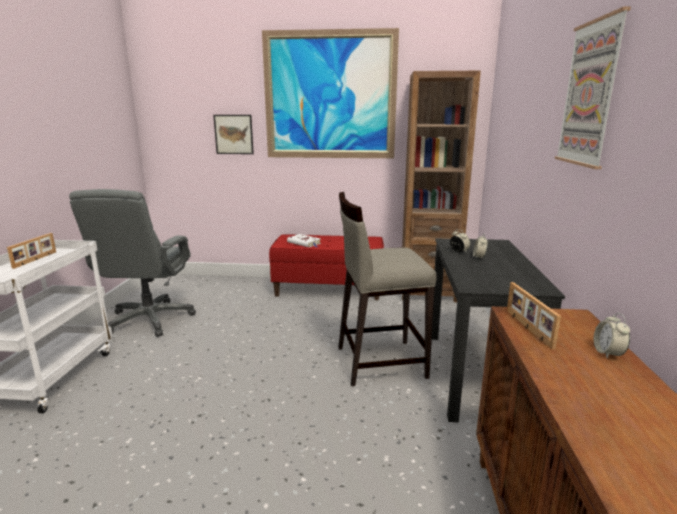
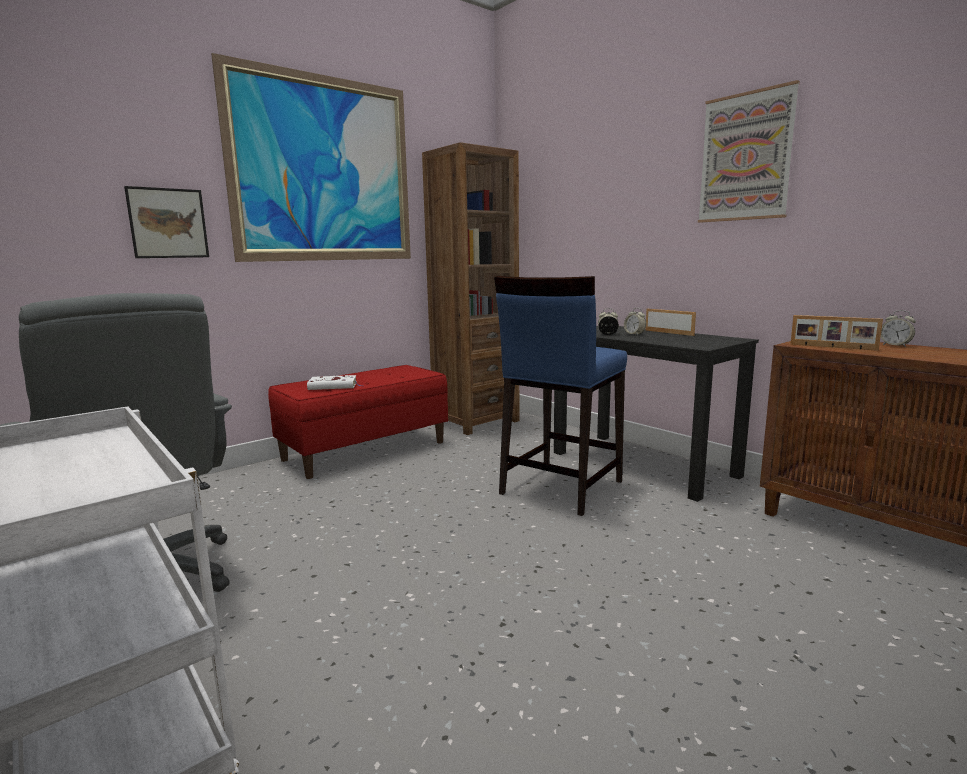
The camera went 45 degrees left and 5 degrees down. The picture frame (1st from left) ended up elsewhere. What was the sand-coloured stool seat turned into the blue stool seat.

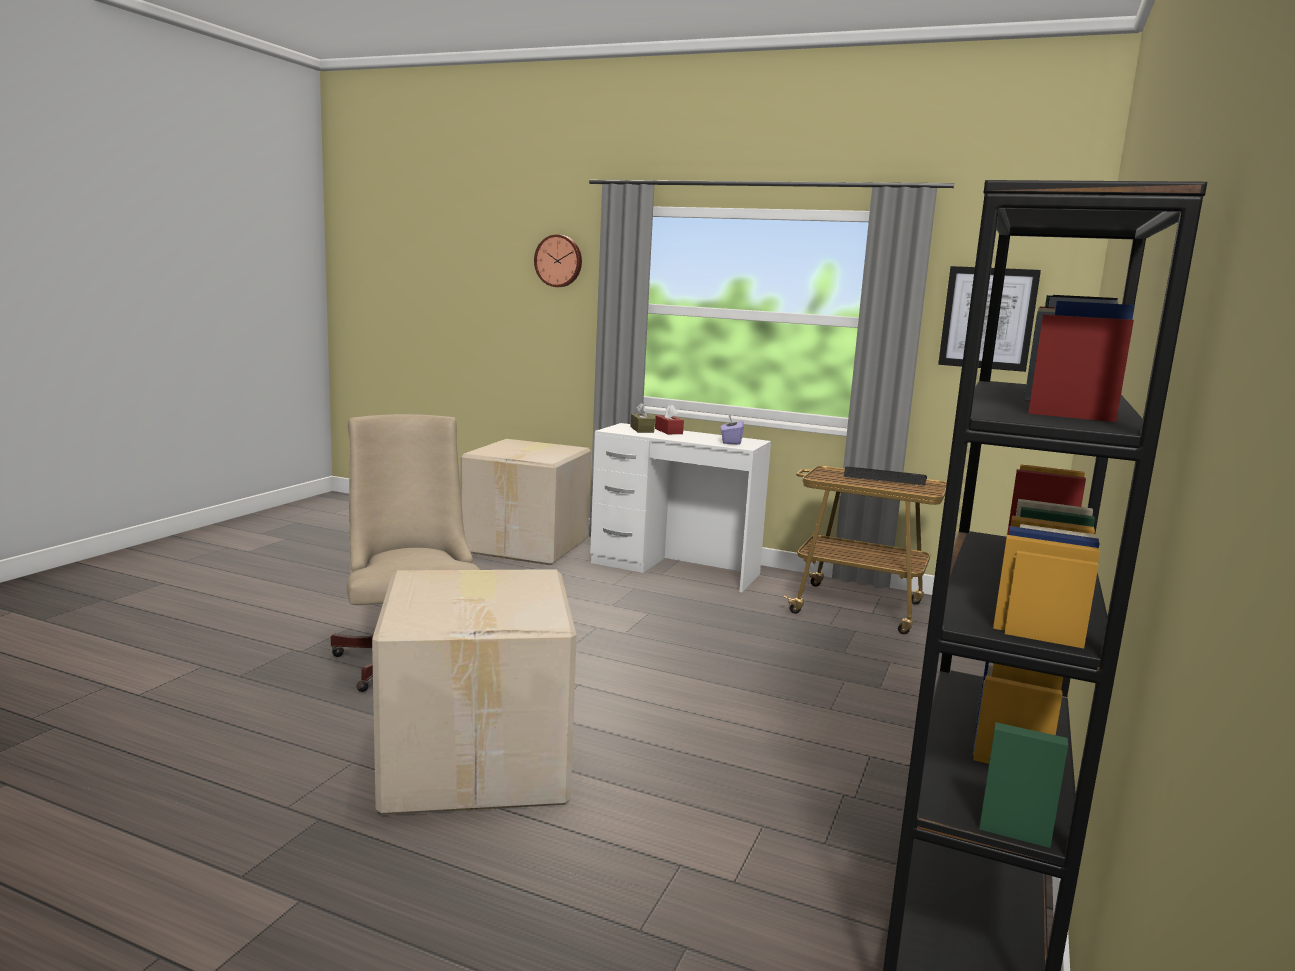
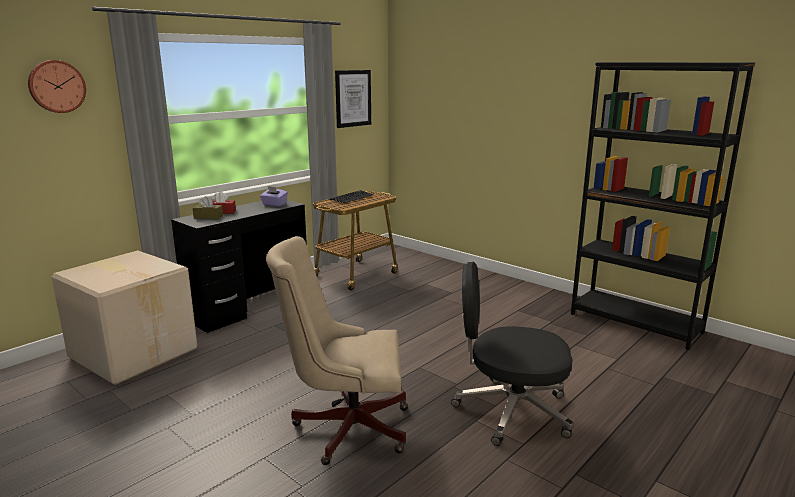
The camera went 70 degrees left and 5 degrees up. Where the carton (1st from left) stood, the black-coloured office chair came to stand. What was the white-coloured desk unit turned into the black-coloured desk unit.

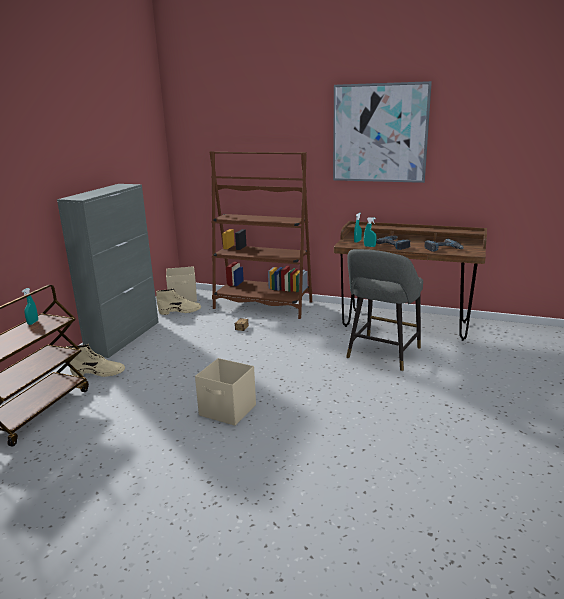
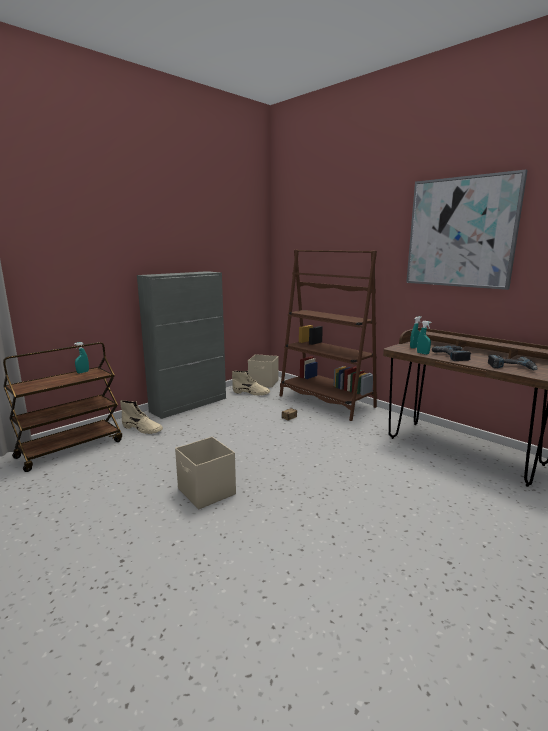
The camera went 25 degrees right and 5 degrees down. The second view lost the grey stool seat.

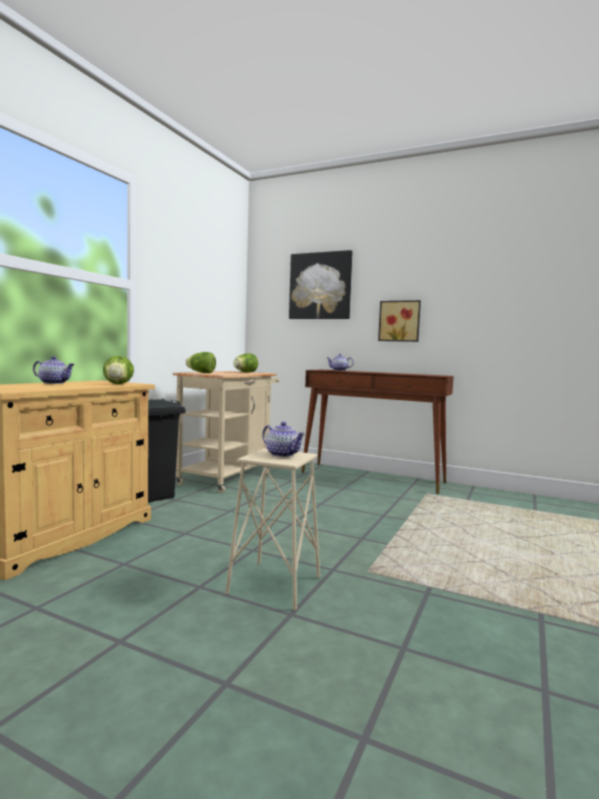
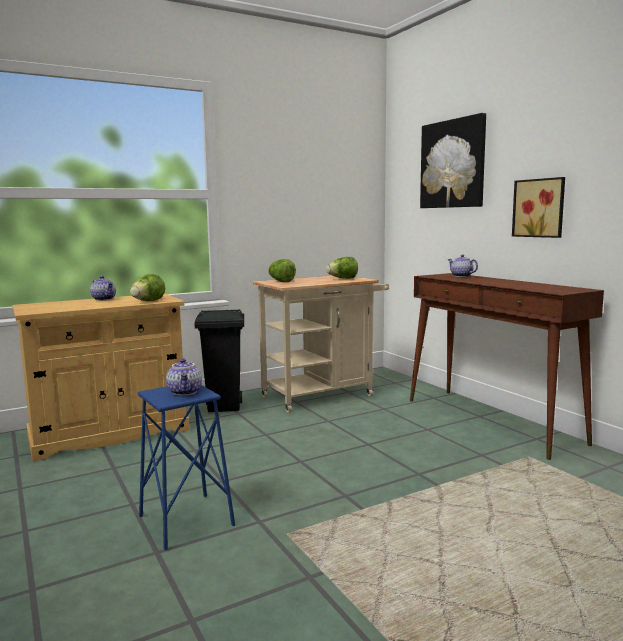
The camera went 35 degrees right and 5 degrees up. What was the sand-coloured stool seat turned into the blue stool seat.

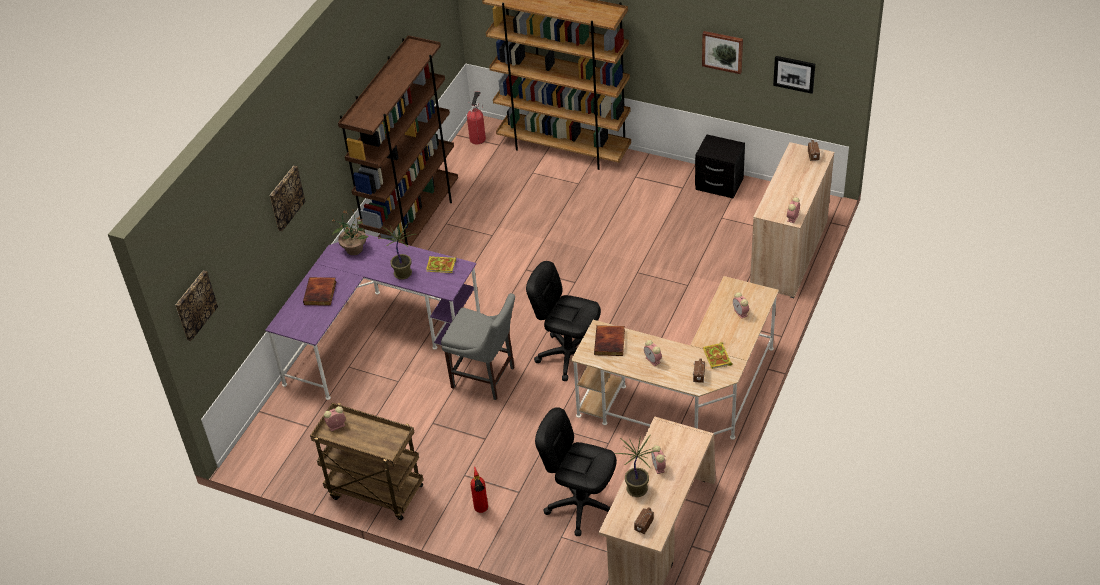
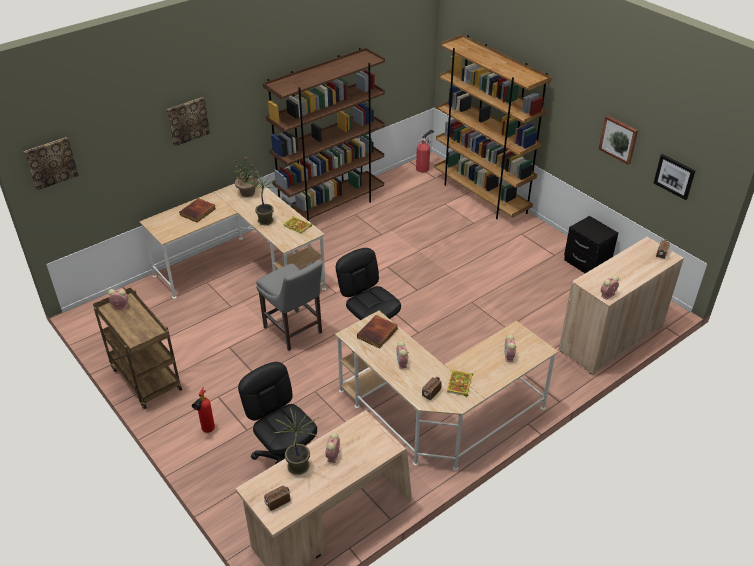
The camera went 25 degrees right and 5 degrees down. What was the purplish desk unit turned into the sand-coloured desk unit (1st from left).

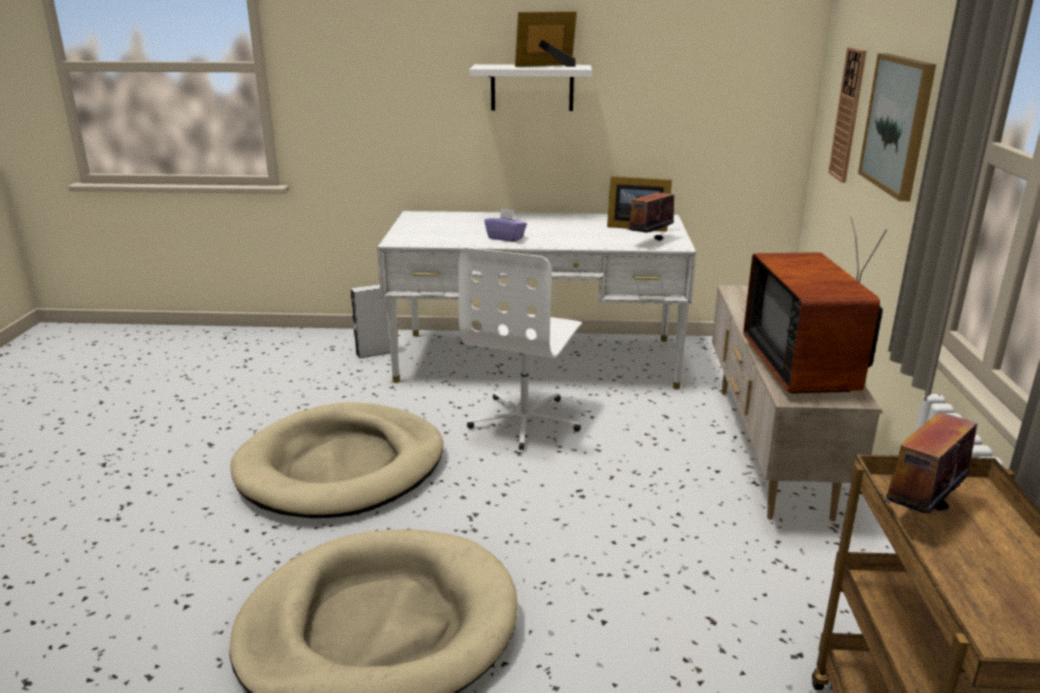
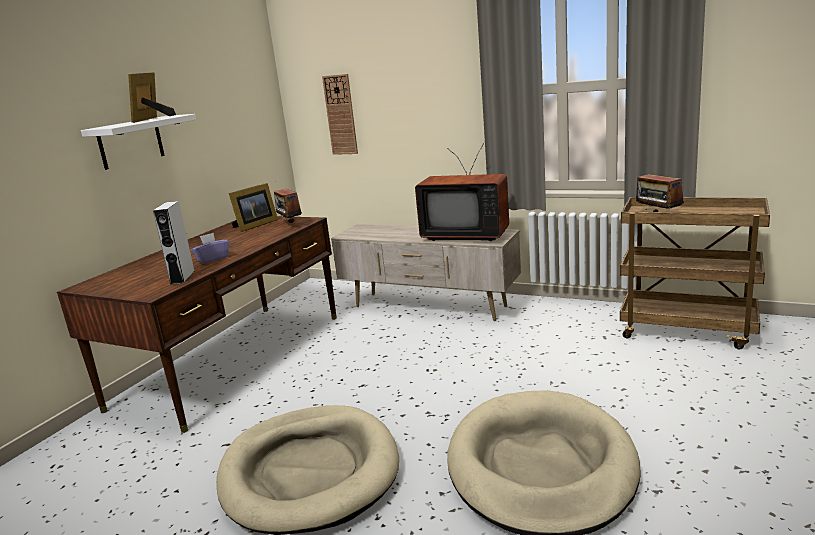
The camera went 65 degrees left and 5 degrees down. The grey loudspeaker ended up elsewhere. What was the white-coloured desk unit turned into the brown desk unit. The second view lost the white-coloured office chair. The second view lost the picture.

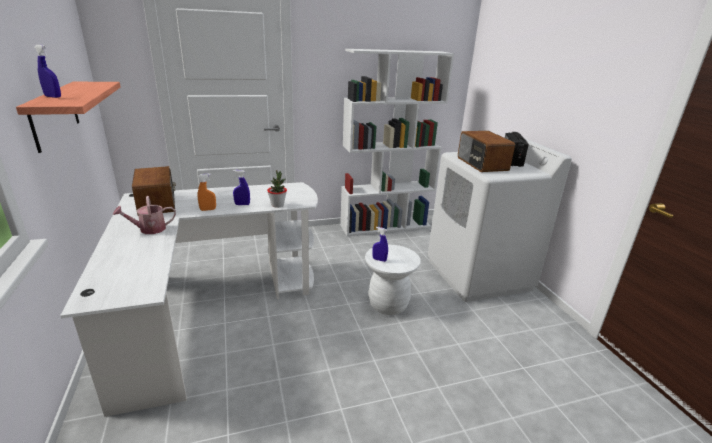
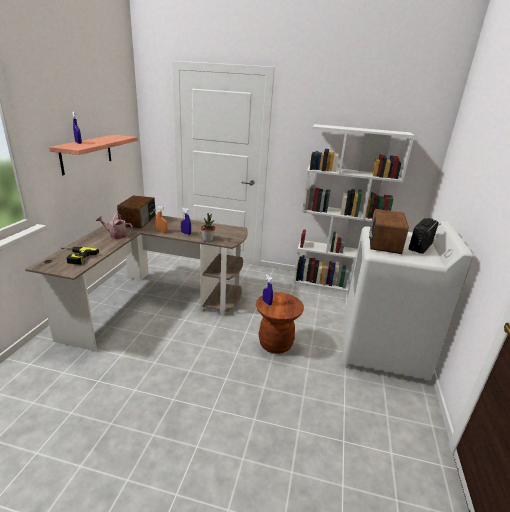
The camera went 30 degrees right and 0 degrees up. What was the white-coloured desk unit turned into the brown desk unit. What was the white-coloured stool seat turned into the brown stool seat. The second view gained the electric drill.

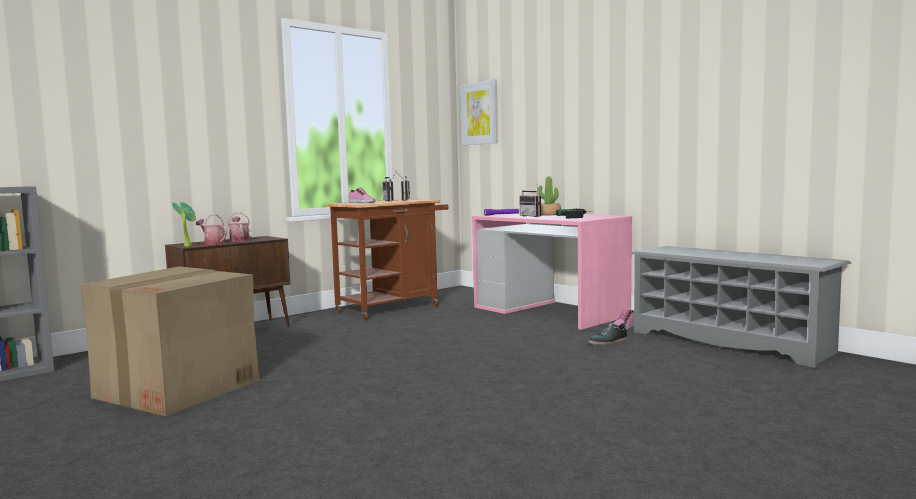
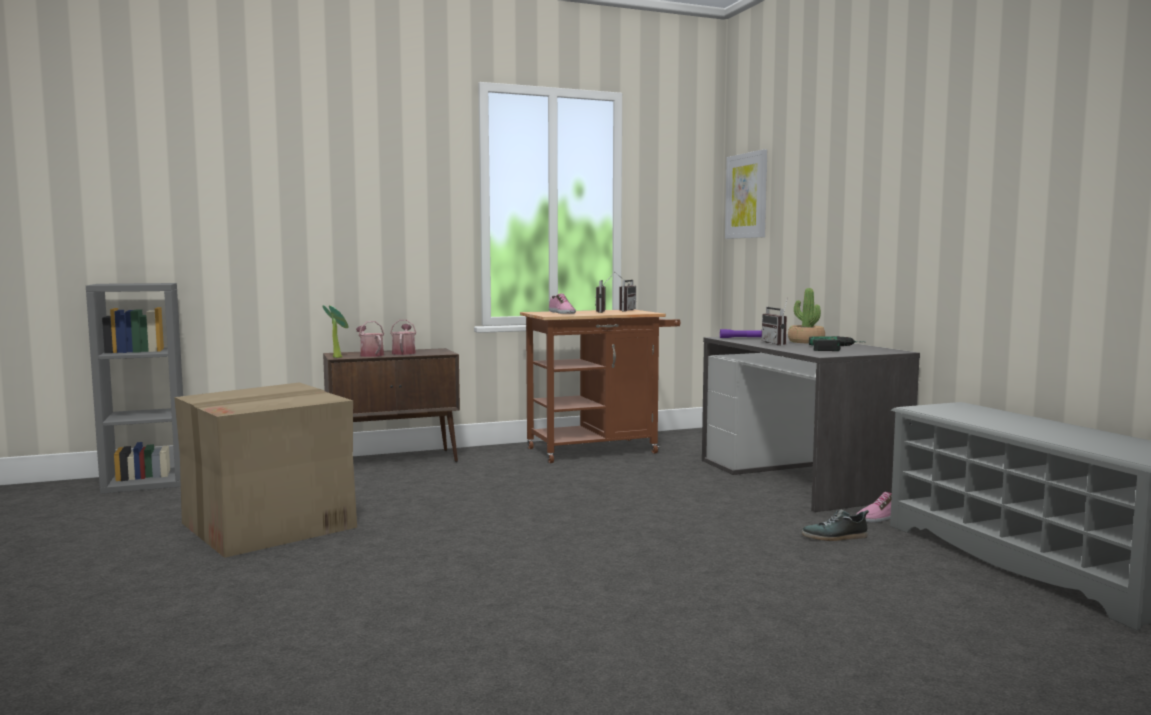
The camera went 20 degrees right and 0 degrees up. What was the pink-coloured desk unit turned into the grey desk unit.

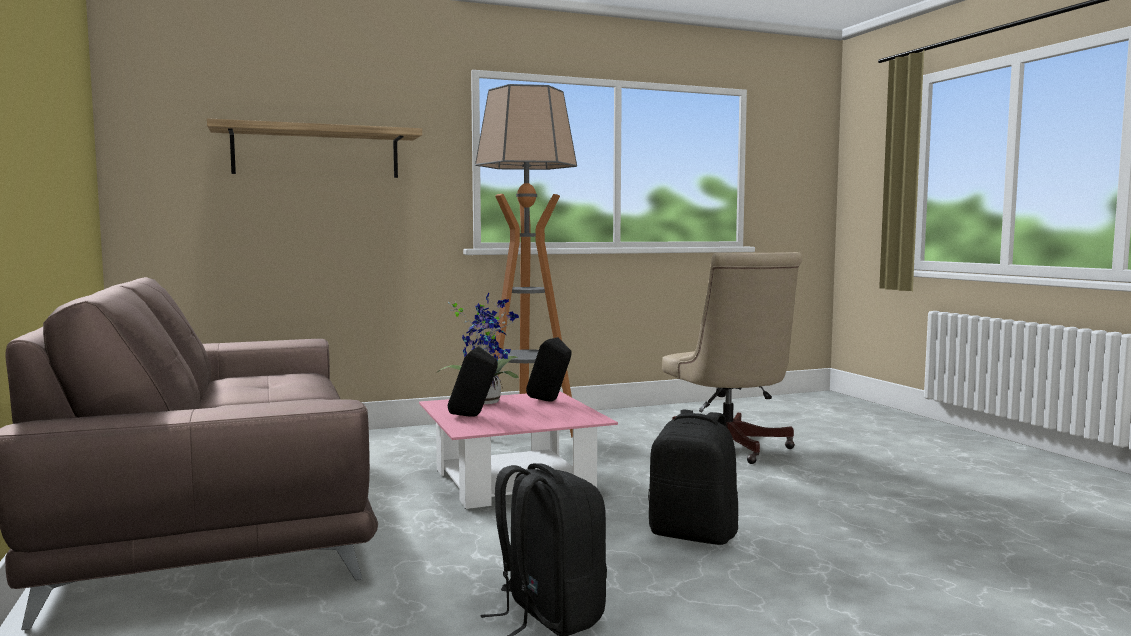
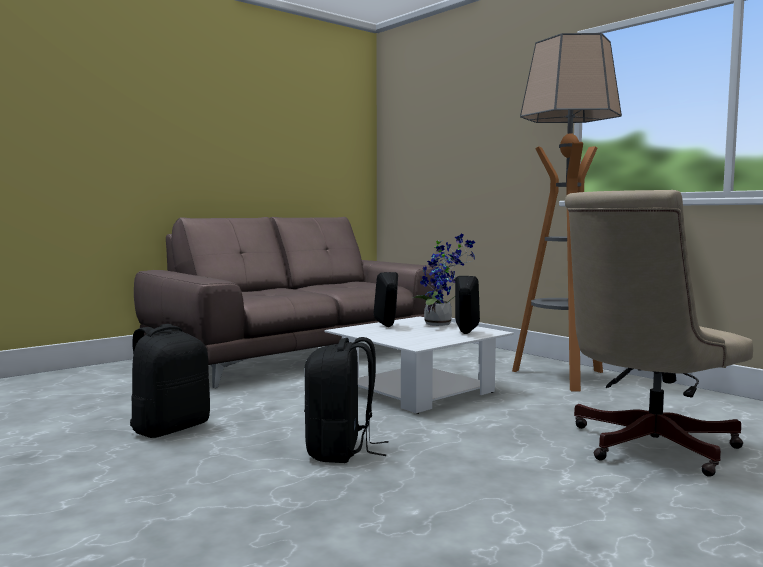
The camera went 70 degrees right and 0 degrees up. The second view lost the wall shelf. What was the pink-coloured low table turned into the white-coloured low table.

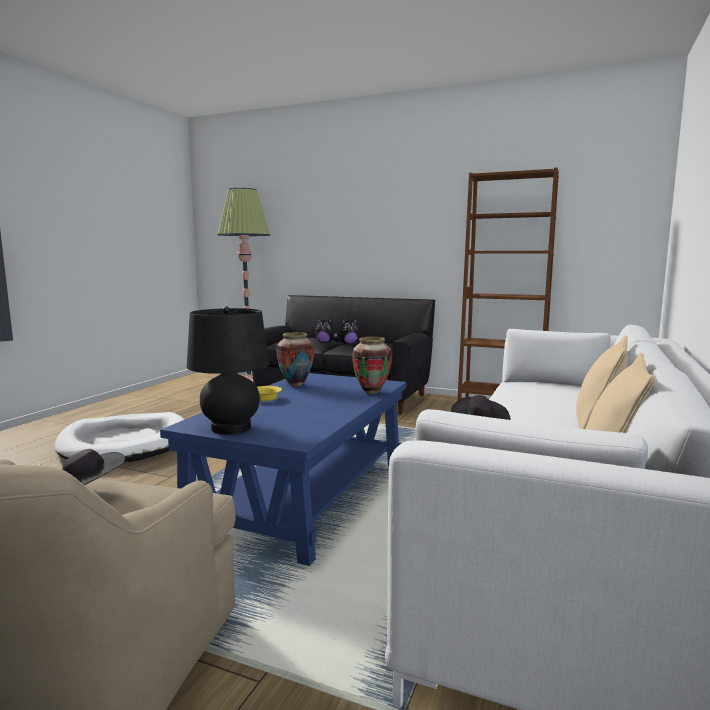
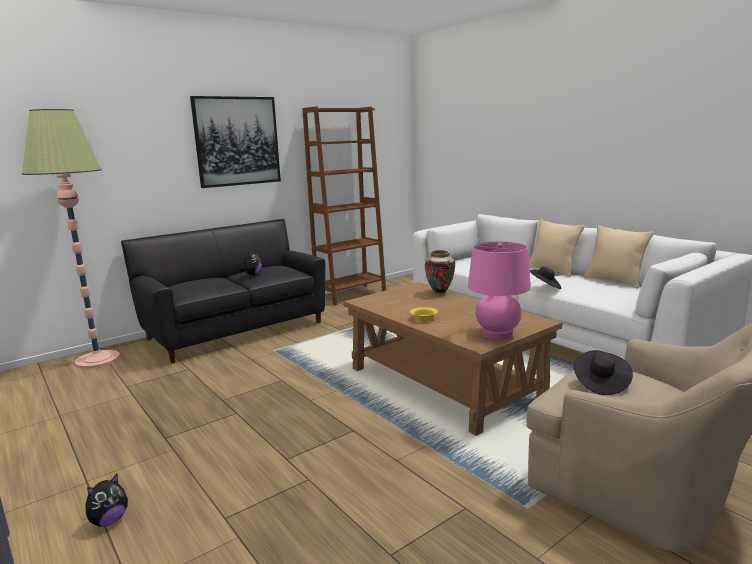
The camera went 60 degrees left and 5 degrees up. The second view lost the white-coloured pet bed. What was the blue low table turned into the brown low table. What was the black-coloured tabletop lamp turned into the pink-coloured tabletop lamp. The second view lost the flower vase (1st from left). The soft toy (1st from left) ended up elsewhere. The second view gained the picture.

